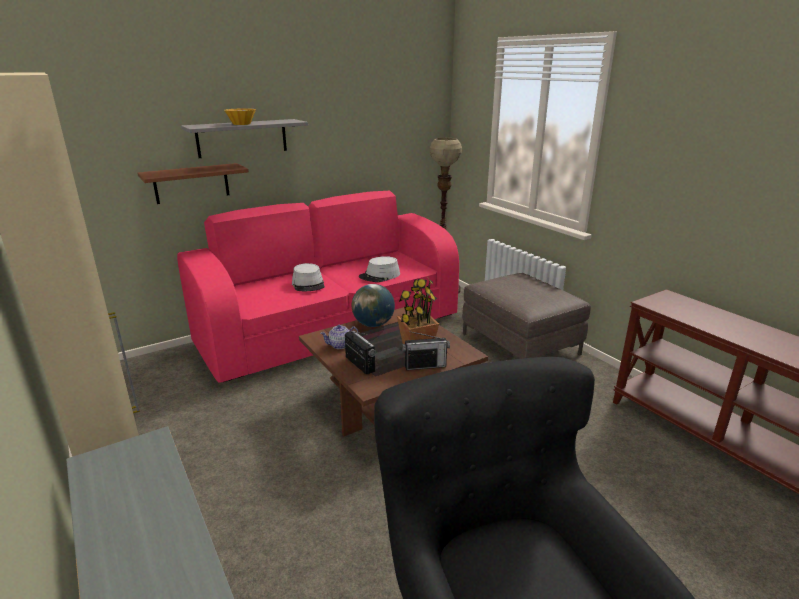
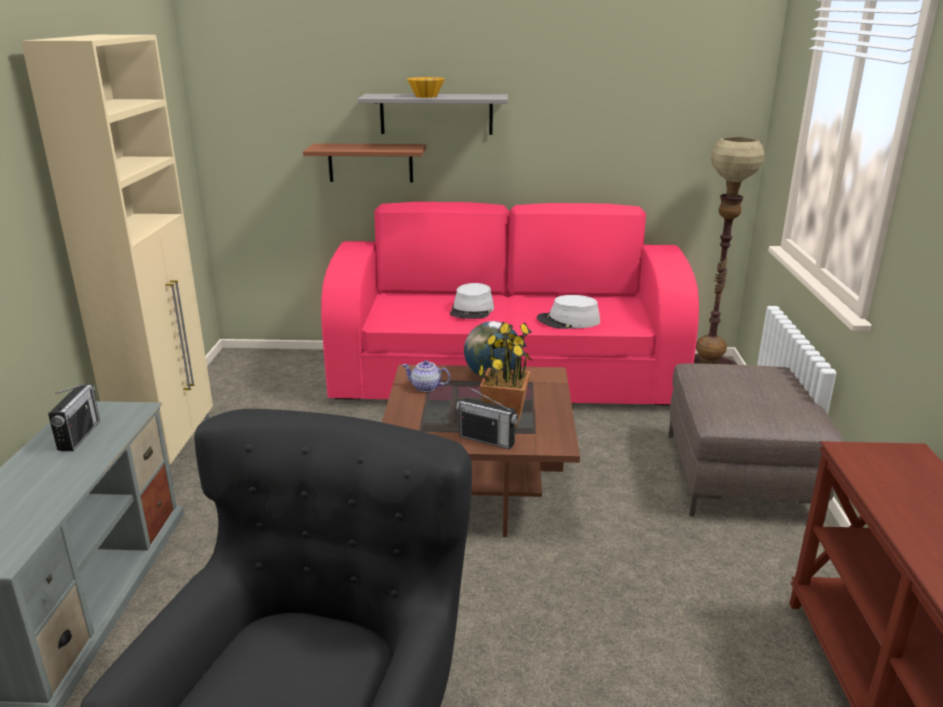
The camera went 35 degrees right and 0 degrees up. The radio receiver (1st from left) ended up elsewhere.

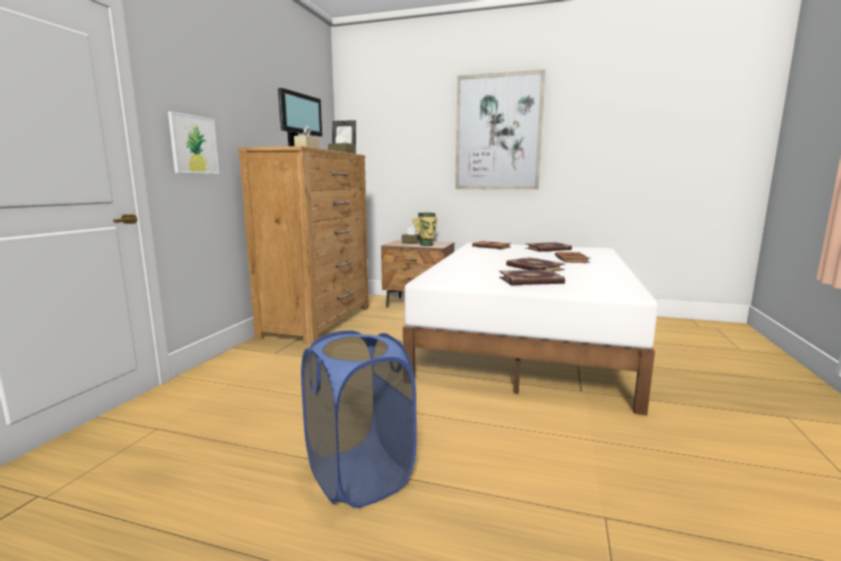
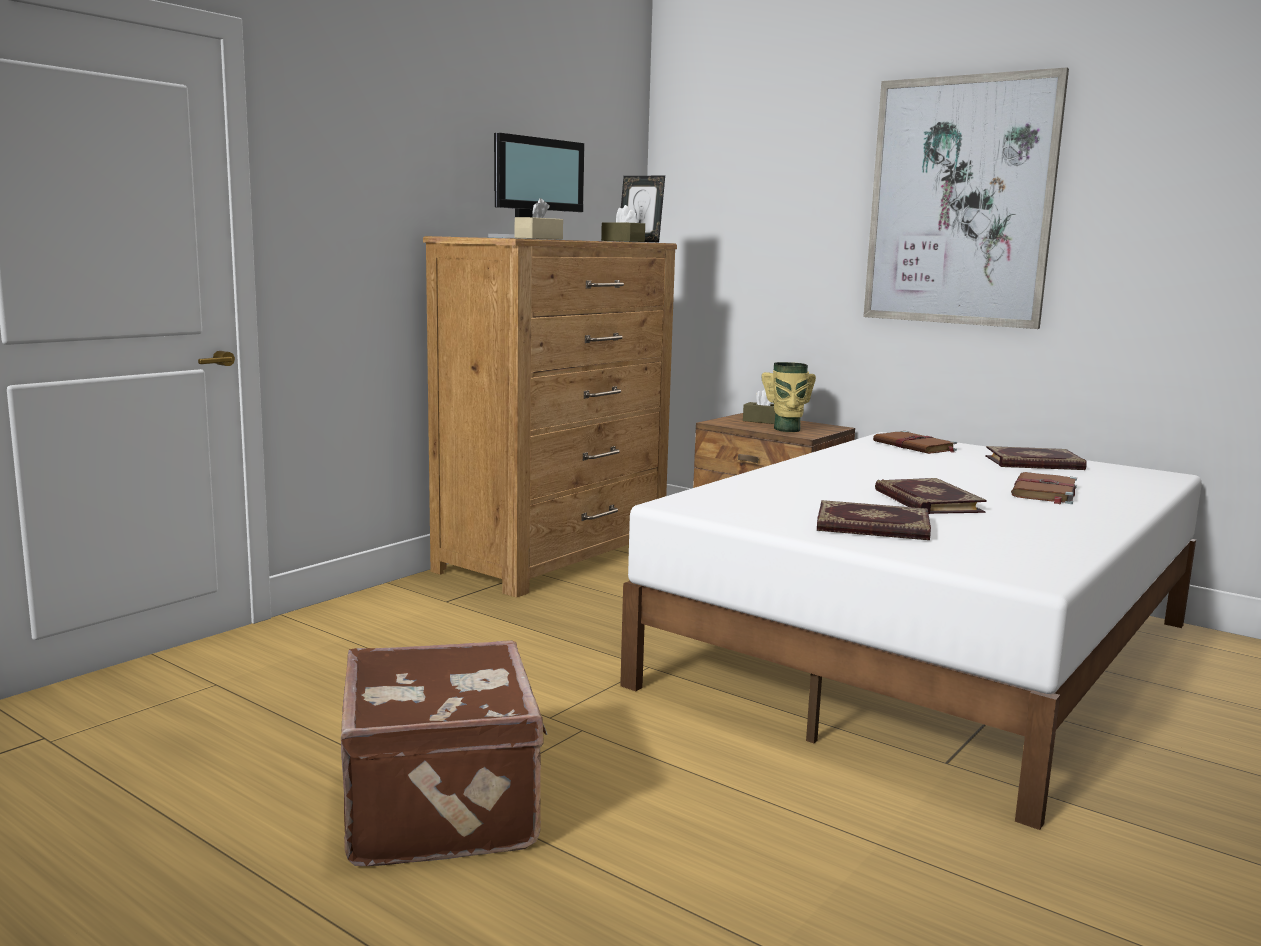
The camera went 20 degrees right and 0 degrees up. The second view lost the picture (1st from left). Where the blue laundry basket stood, the brown suitcase came to stand.

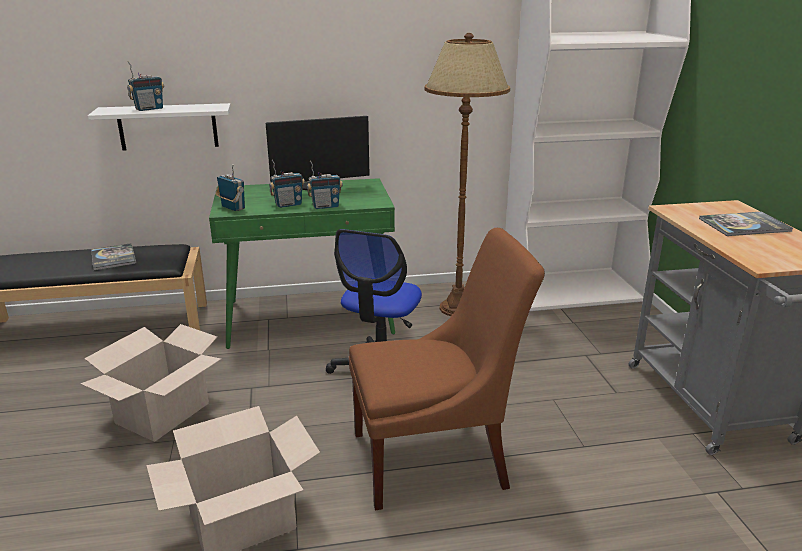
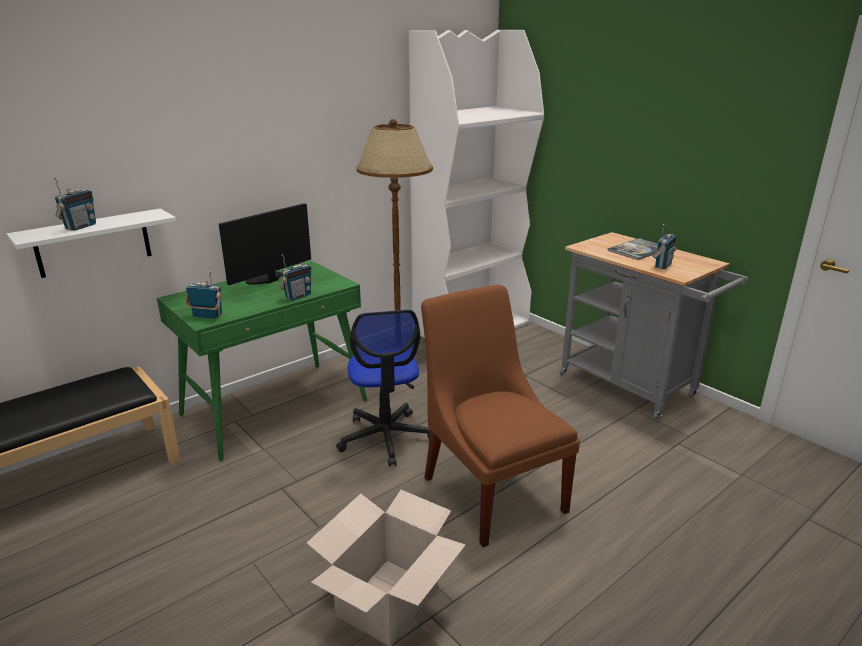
The camera went 30 degrees left and 0 degrees up. The second view lost the carton (1st from left). The second view lost the bound book (1st from left). The radio receiver (3rd from left in the first image) ended up elsewhere. The brown plain chair ended up facing another way, 75 degrees counterclockwise from before.

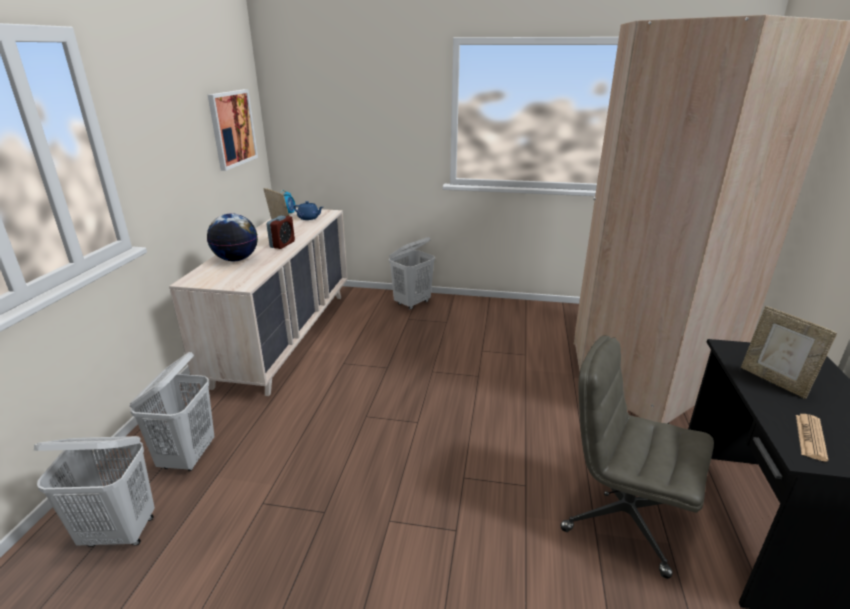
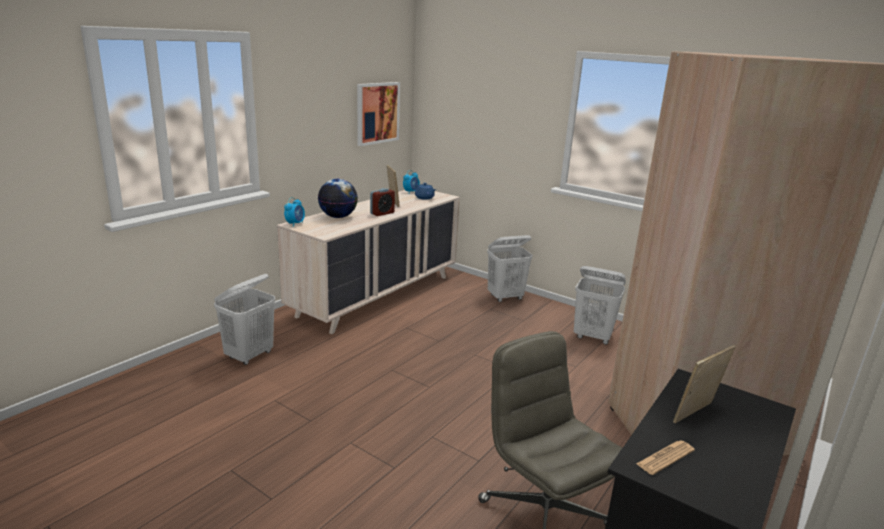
The camera went 25 degrees right and 5 degrees down. The white-coloured laundry basket (1st from left in the first image) ended up elsewhere. The picture frame (2nd from left) ended up facing another way, 60 degrees clockwise from before. The second view gained the alarm clock (1st from left).

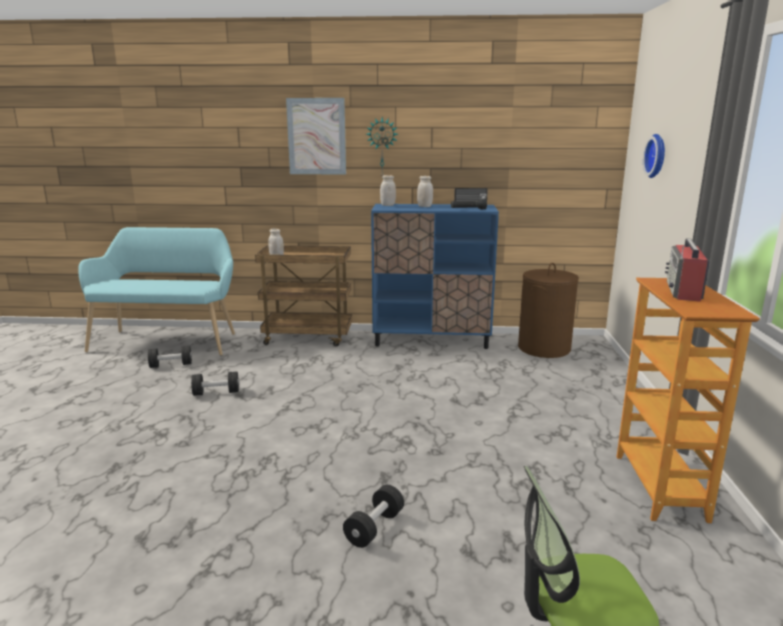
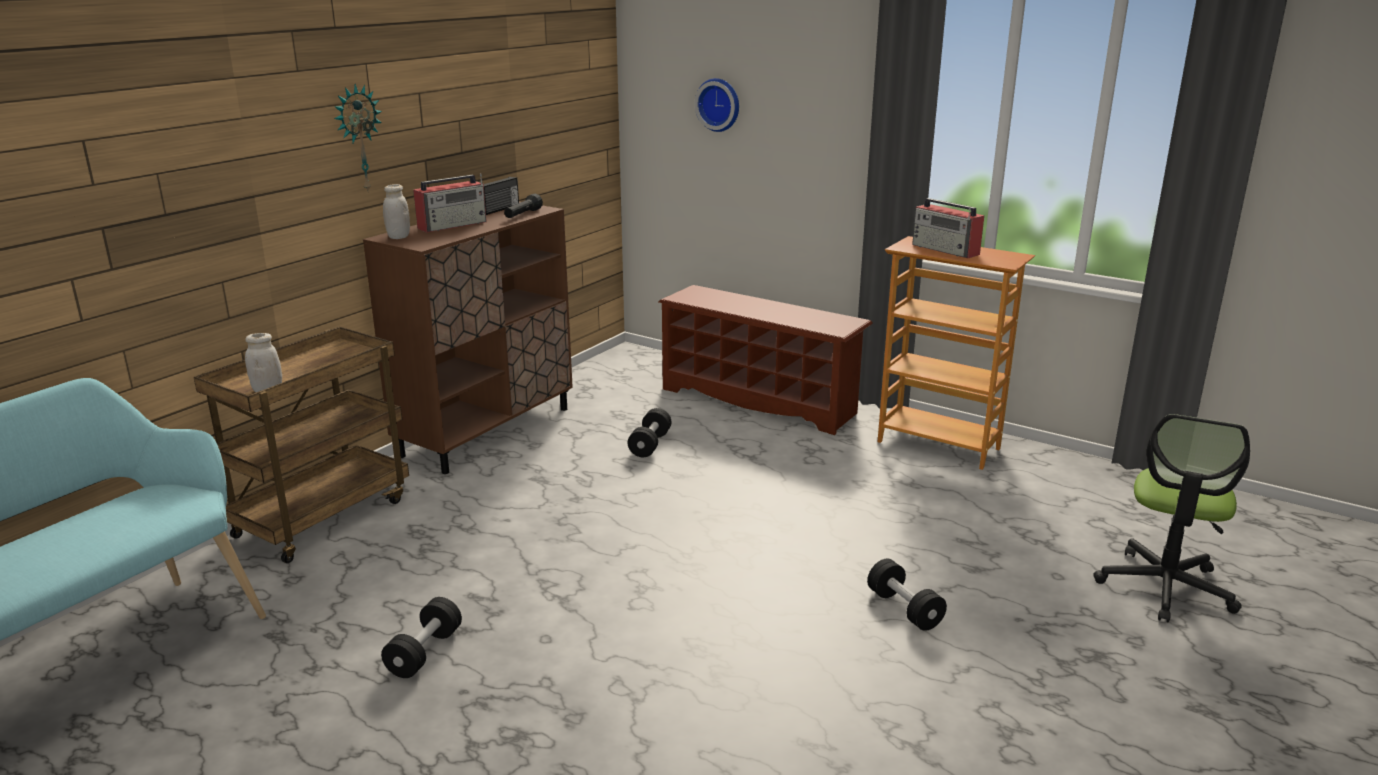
The camera went 60 degrees left and 5 degrees up. The black-coloured dumbbell (1st from left in the first image) ended up elsewhere. The second view lost the picture. What was the blue cupboard turned into the brown cupboard. Where the white-coloured preserve jar (3rd from left) stood, the radio receiver (1st from left) came to stand. The second view lost the brown laundry basket. The second view gained the brown shoe rack.

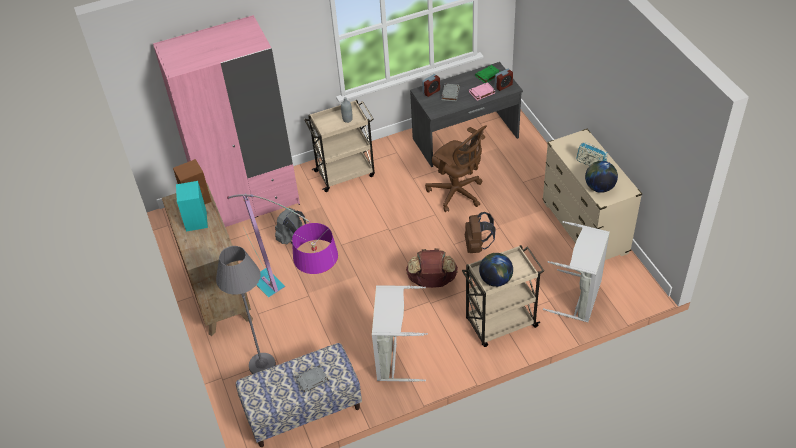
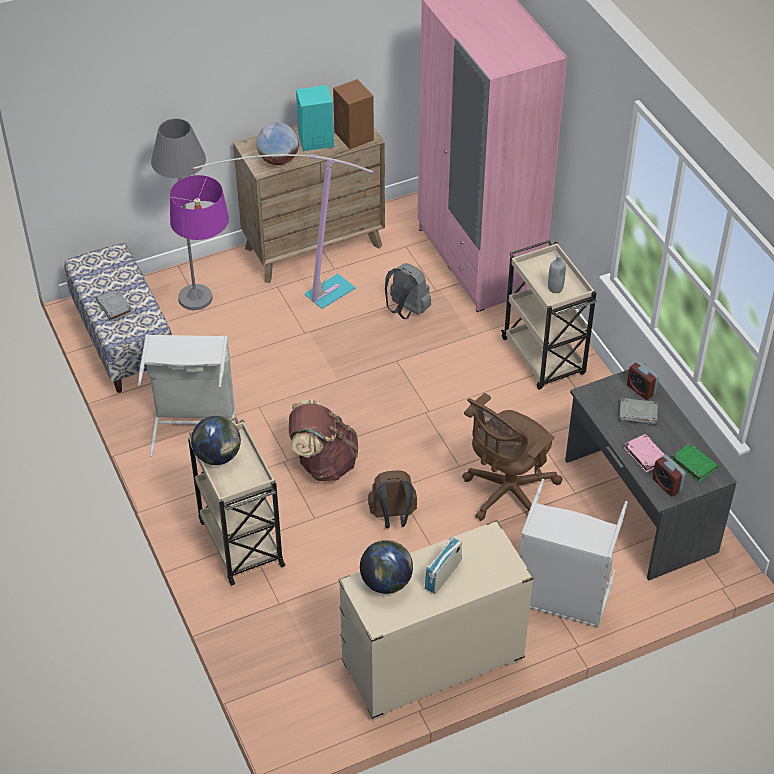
The camera went 85 degrees right and 0 degrees up. The grey laundry basket (2nd from left) ended up elsewhere. The second view gained the desk globe (2nd from left).

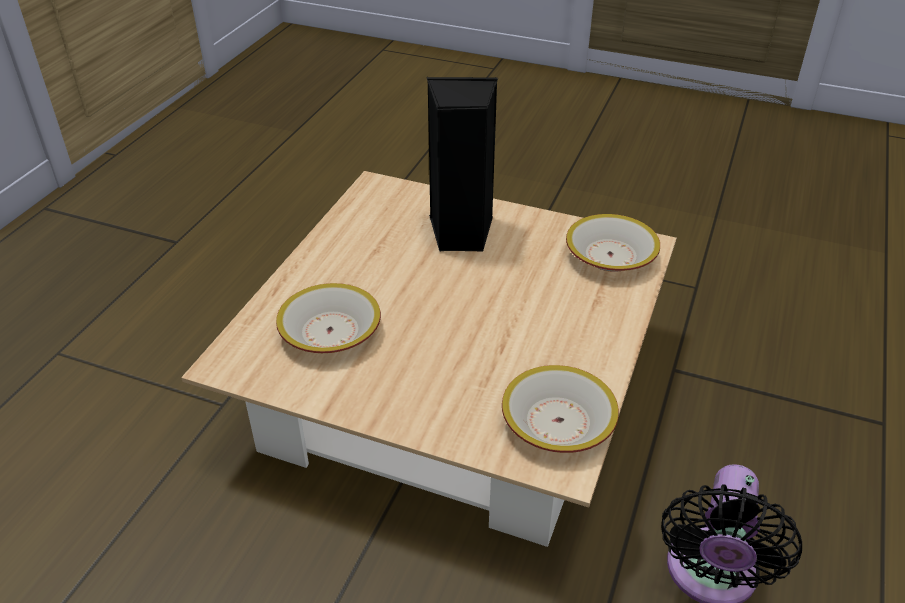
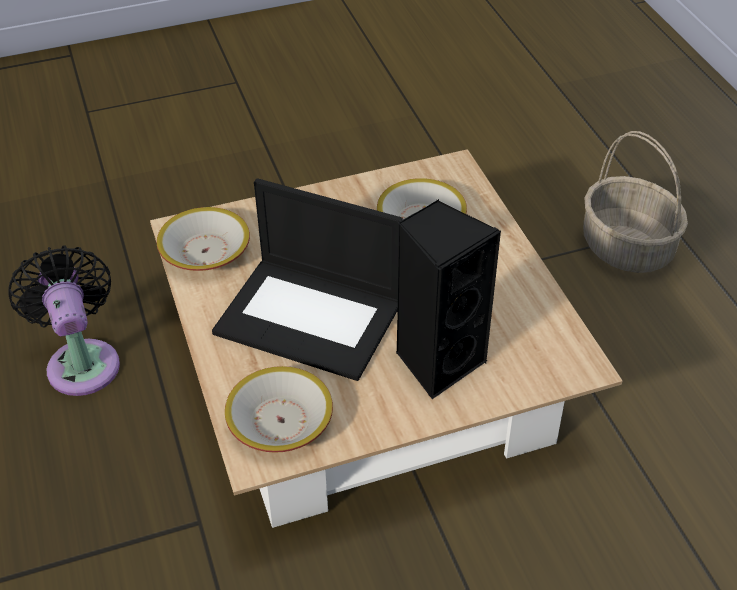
The camera went 140 degrees right and 5 degrees up. The second view gained the laptop. The second view gained the storage basket.

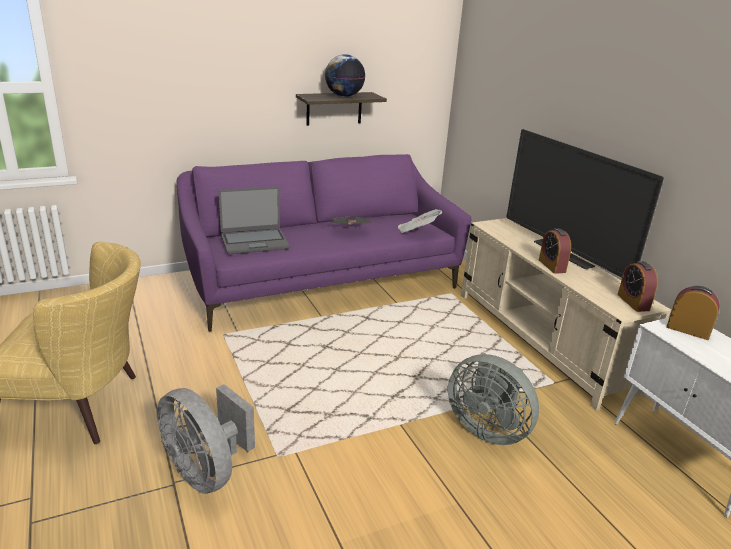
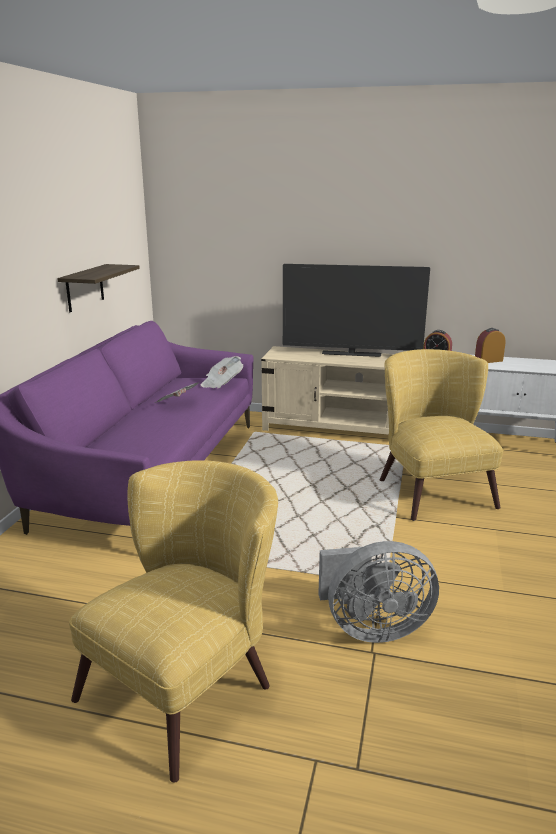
The camera went 50 degrees left and 5 degrees down. The second view lost the laptop. The second view lost the desk globe. Where the grey fan (2nd from left) stood, the yellowish armchair (2nd from left) came to stand. The second view lost the alarm clock (1st from left).

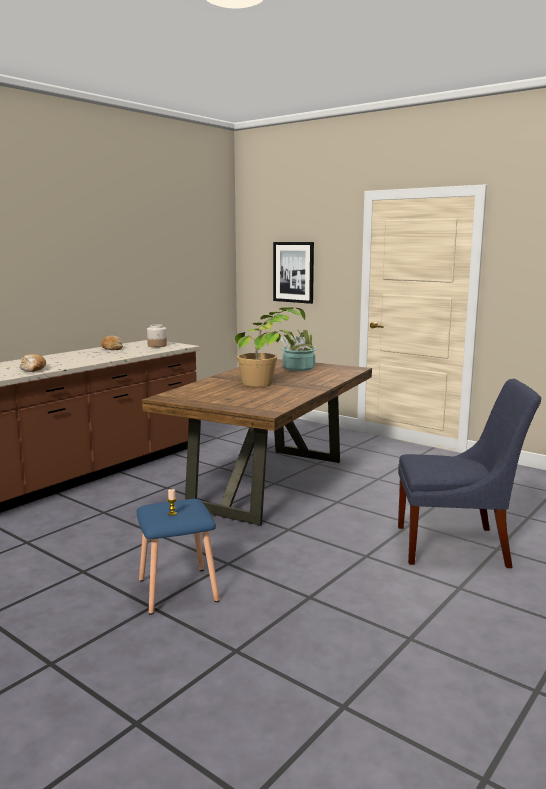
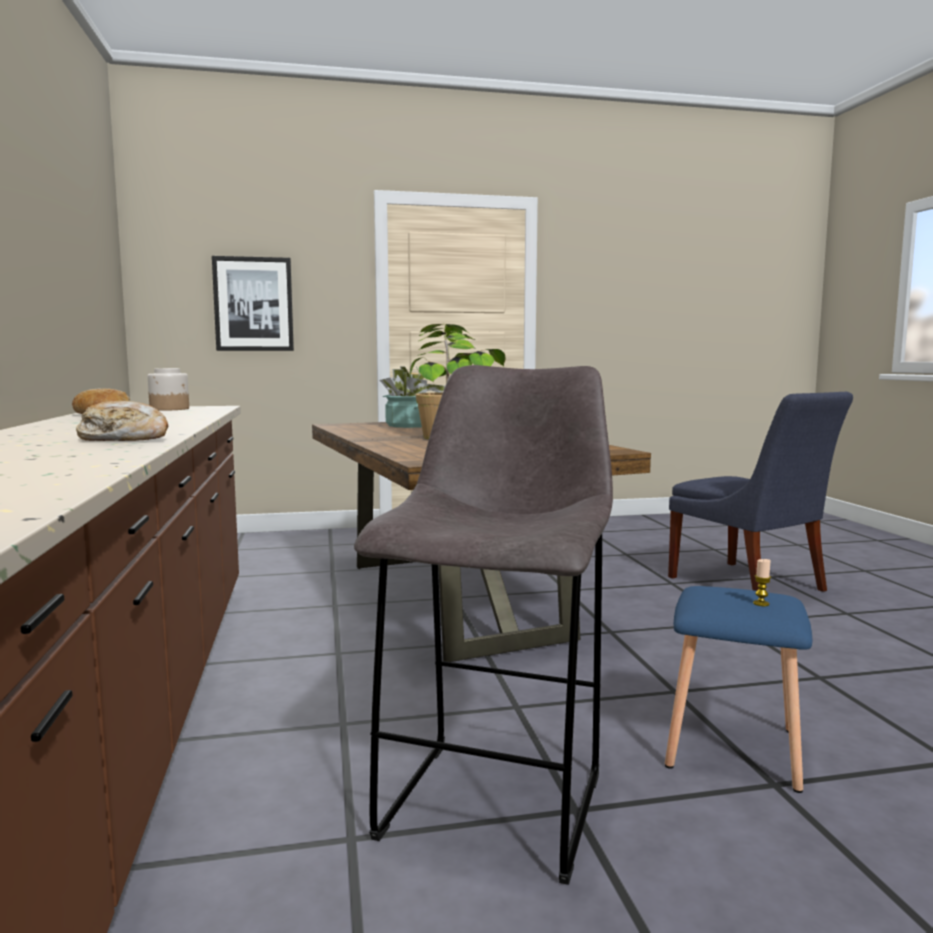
The camera went 50 degrees left and 5 degrees down. The blue plain chair ended up facing another way, 105 degrees clockwise from before. The second view gained the grey stool seat.

